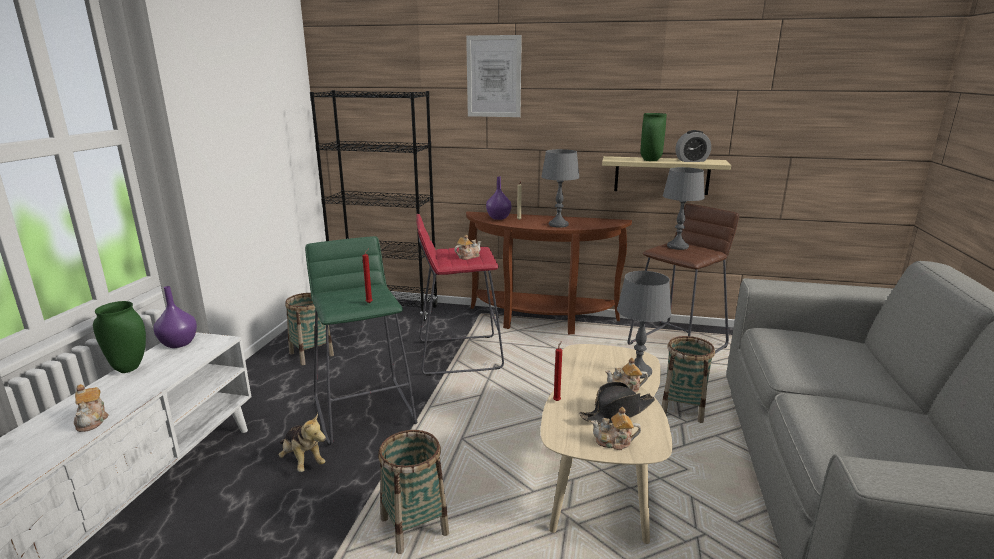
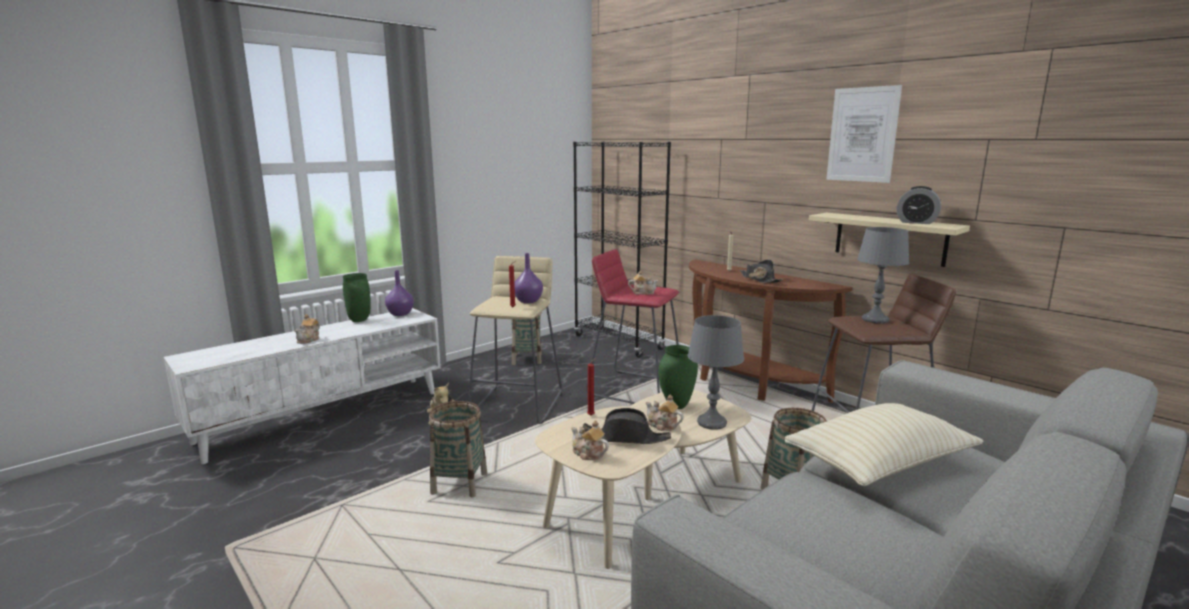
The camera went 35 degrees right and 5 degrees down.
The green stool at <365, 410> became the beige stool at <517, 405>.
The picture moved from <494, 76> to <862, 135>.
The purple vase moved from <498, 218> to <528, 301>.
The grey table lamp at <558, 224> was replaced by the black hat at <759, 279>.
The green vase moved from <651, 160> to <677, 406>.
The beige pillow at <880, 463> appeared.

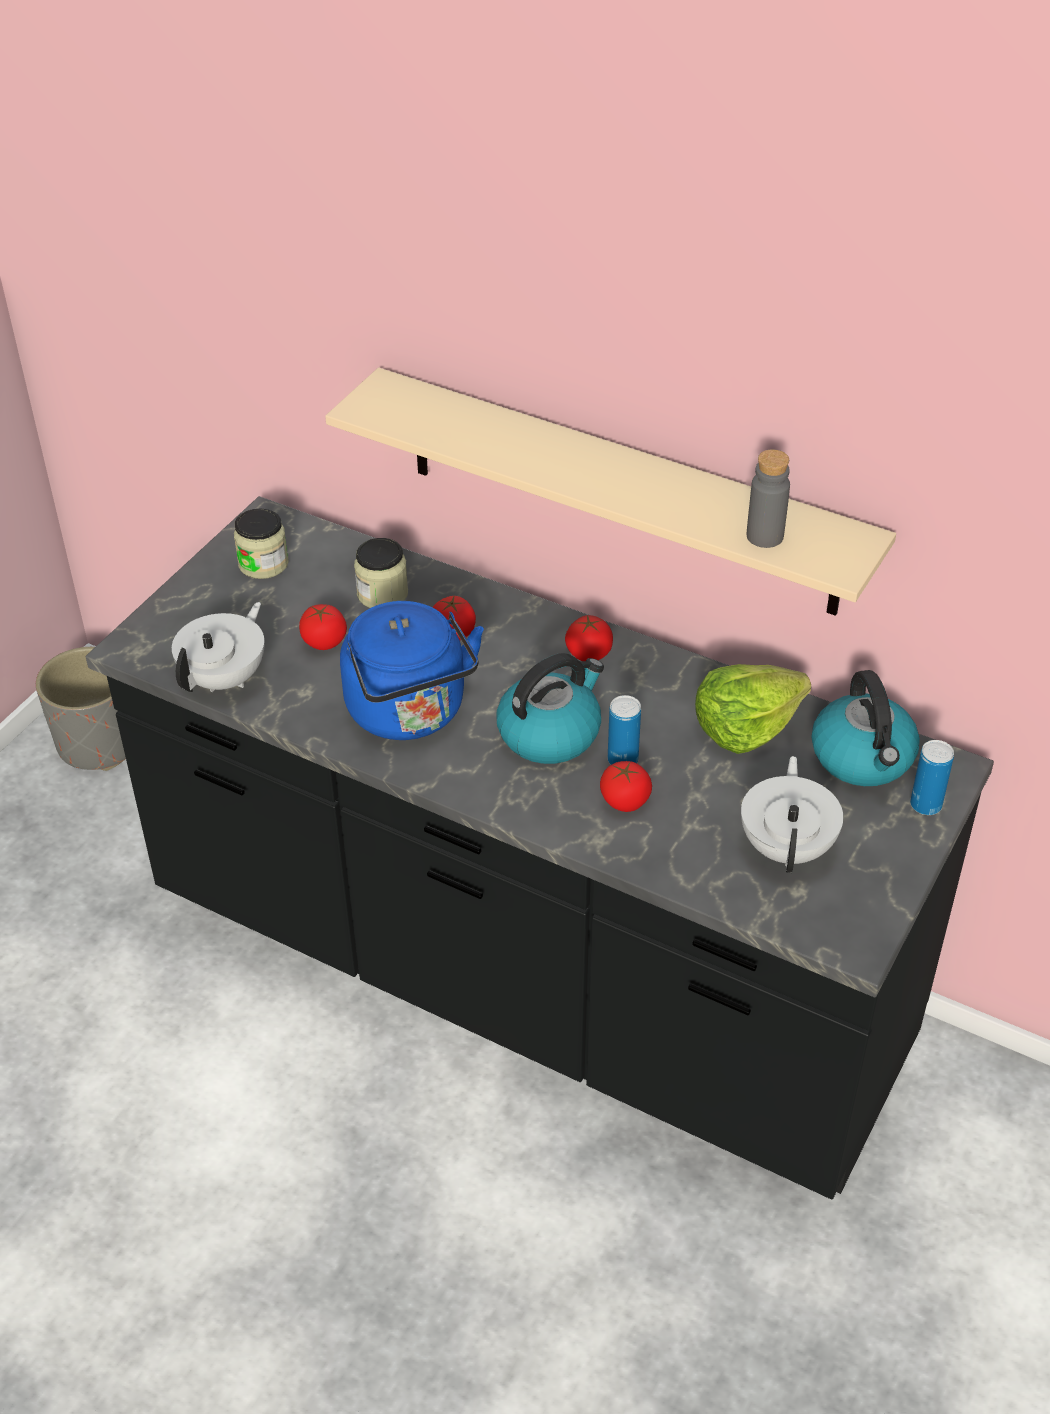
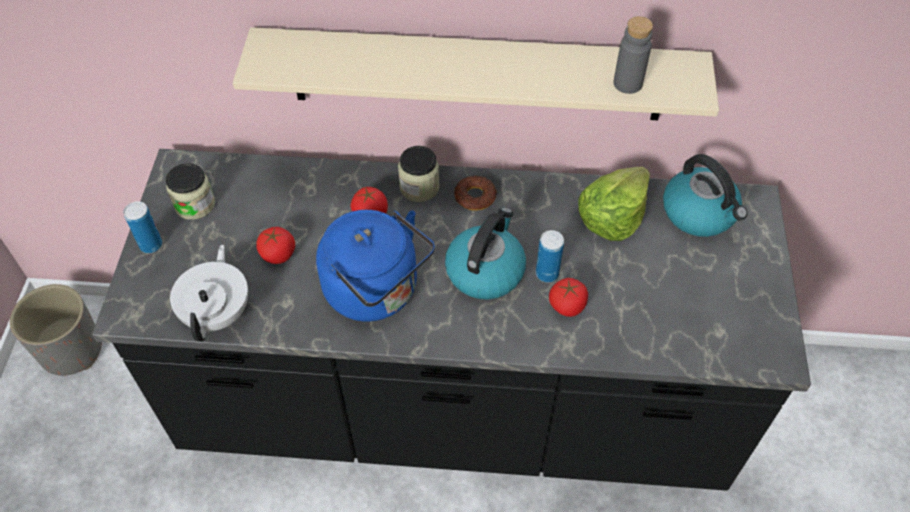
The camera went 25 degrees left and 10 degrees up.
The jar moved from <382, 594> to <419, 187>.
The tomato at <589, 653> was replaced by the donut at <475, 196>.
The white teapot at <788, 847> disappeared.
The can moved from <925, 805> to <151, 245>.

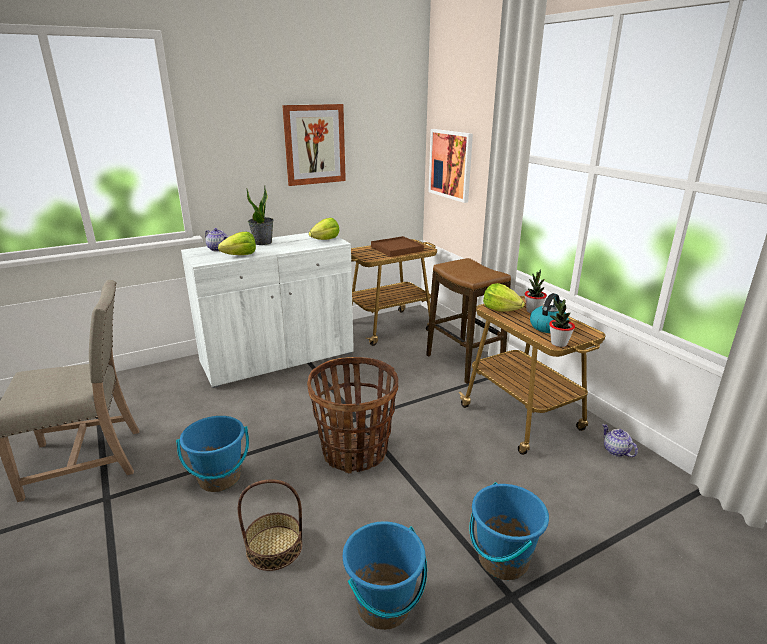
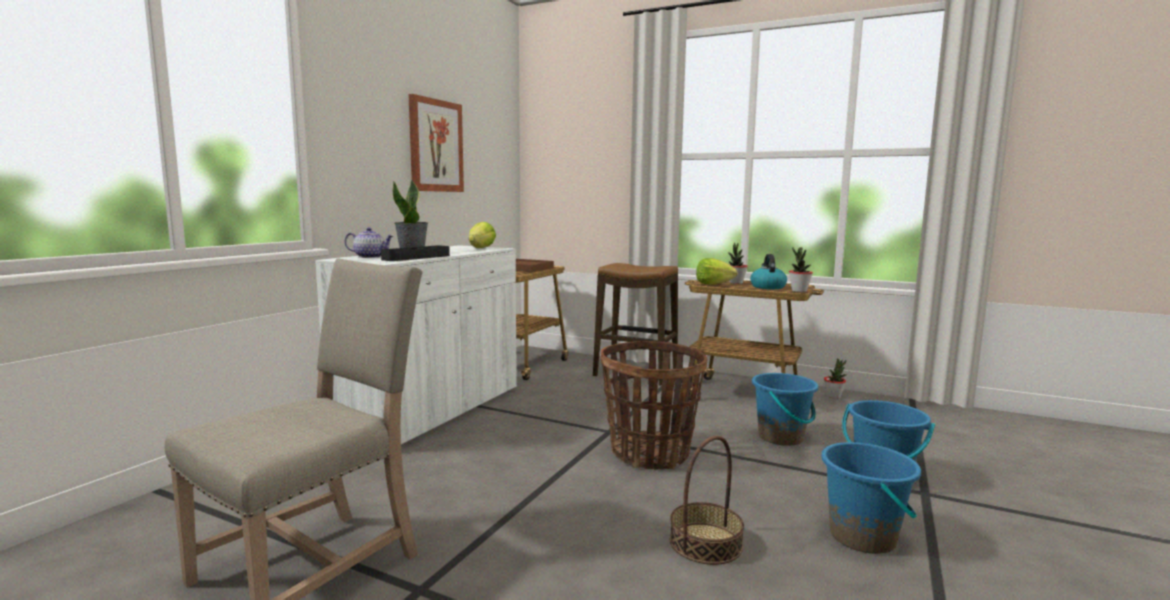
The camera went 35 degrees left and 15 degrees down.
The blue bucket moved from <219, 478> to <781, 437>.
The lettuce at <240, 255> was replaced by the black tray at <416, 257>.
The picture at <451, 164> disappeared.
The teapot at <615, 451> was replaced by the potted plant at <833, 396>.

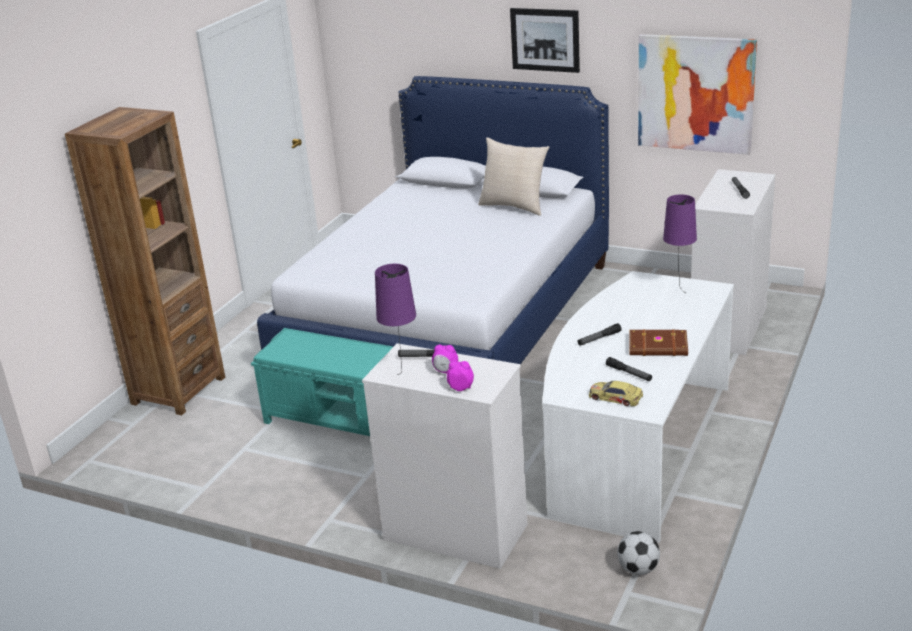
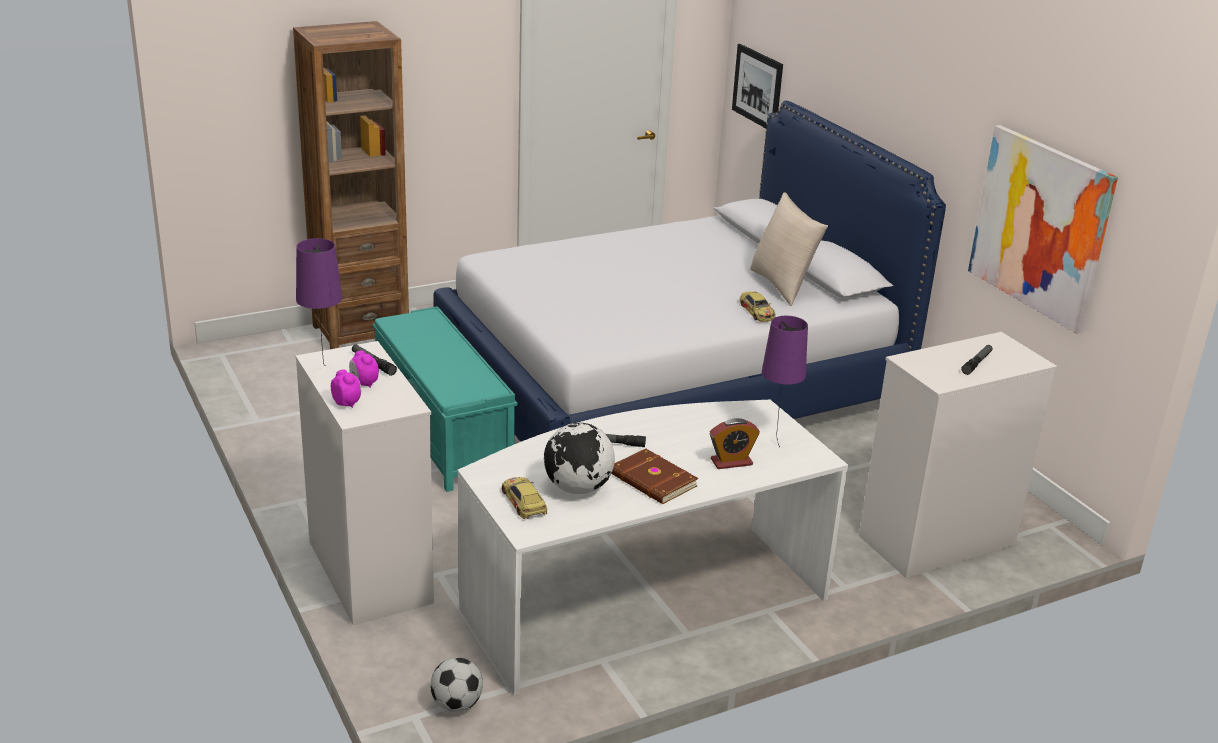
The camera went 35 degrees right and 0 degrees up.
The picture moved from <545, 40> to <757, 87>.
The flashlight at <629, 373> was replaced by the globe at <578, 488>.
The alarm clock at <731, 462> appeared.
The toy car at <757, 311> appeared.

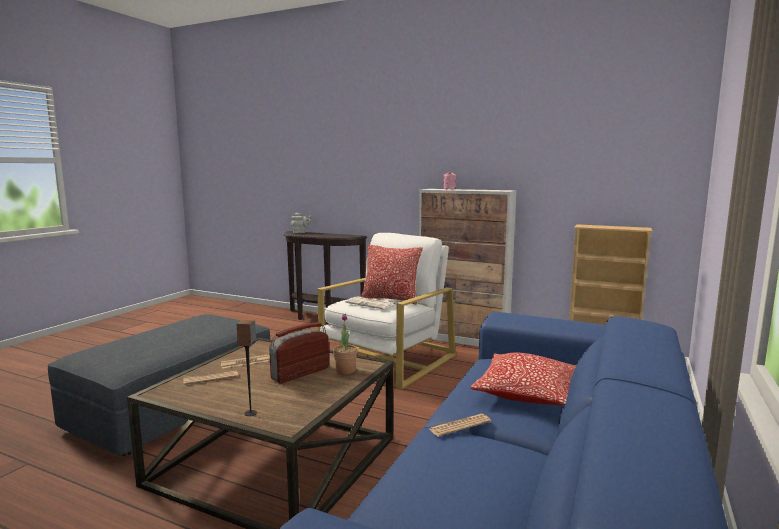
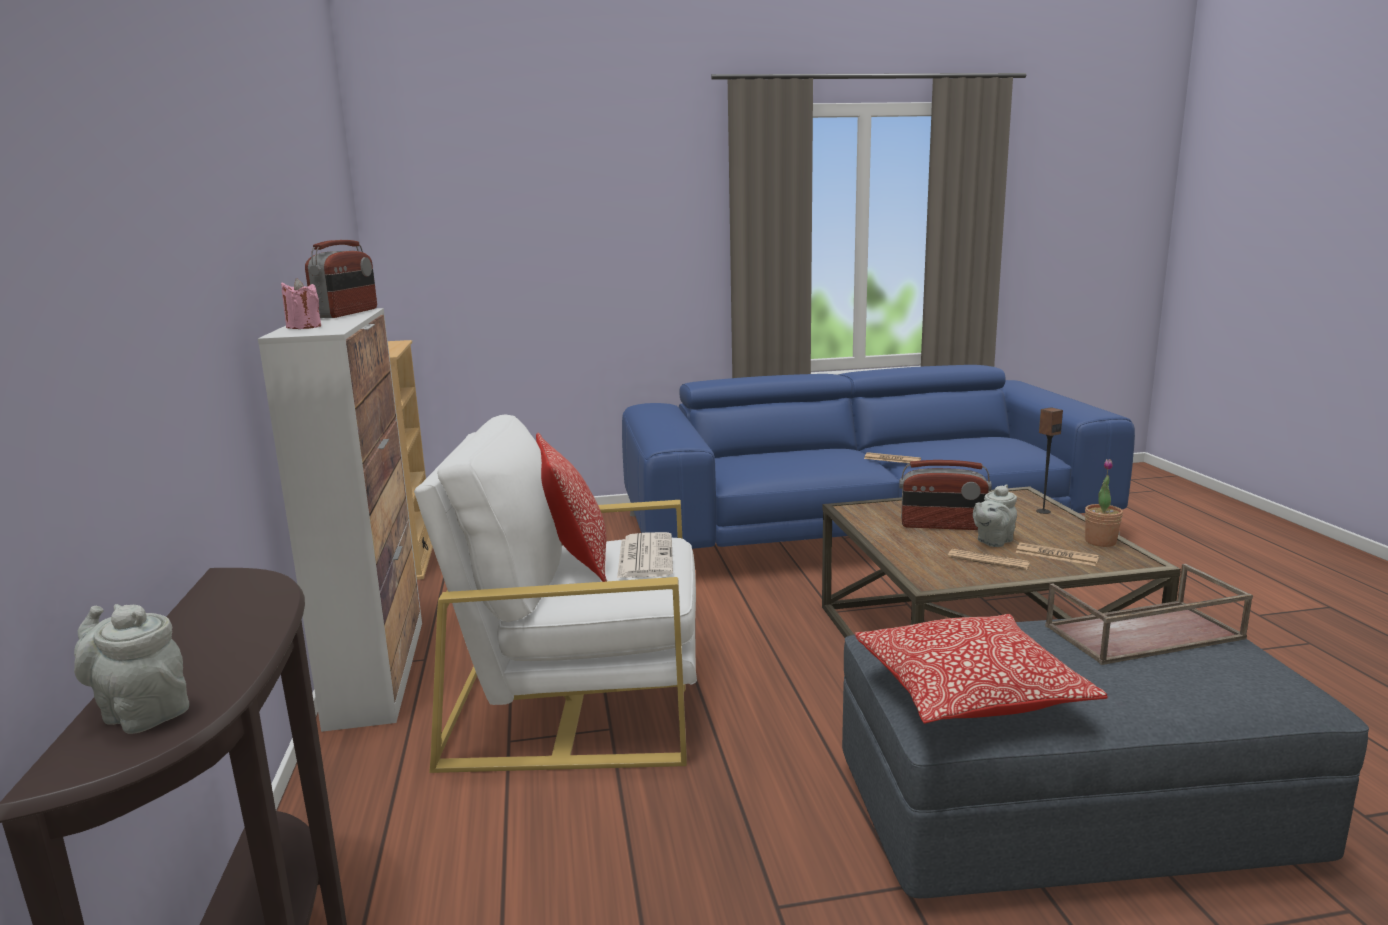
The camera went 125 degrees left and 5 degrees up.
The potted plant moved from <345, 370> to <1100, 542>.
The pillow moved from <527, 393> to <969, 692>.
The radio at <347, 313> appeared.
The grey teapot at <993, 541> appeared.
The brown tray at <1143, 633> appeared.

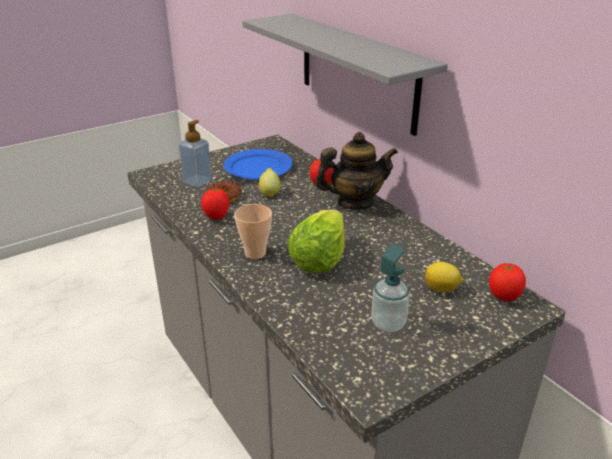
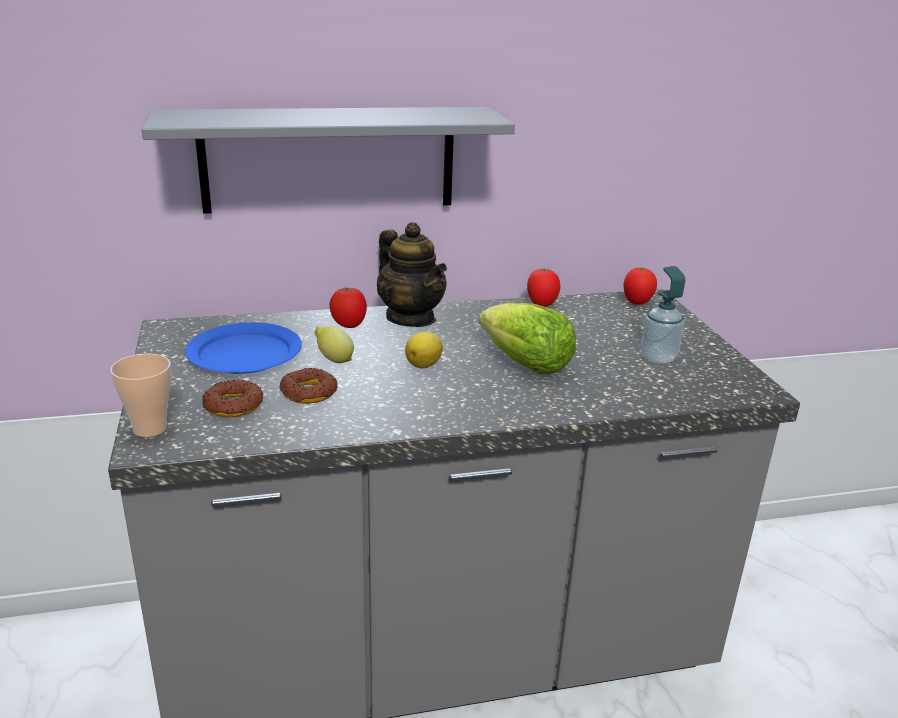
The camera went 70 degrees left and 5 degrees down.
The soap dispenser at <197, 181> was replaced by the donut at <233, 405>.
The tomato moved from <217, 217> to <542, 305>.
The cup moved from <255, 253> to <150, 429>.
The teapot at <355, 202> turned 135 degrees clockwise.
The lemon moved from <441, 289> to <424, 365>.

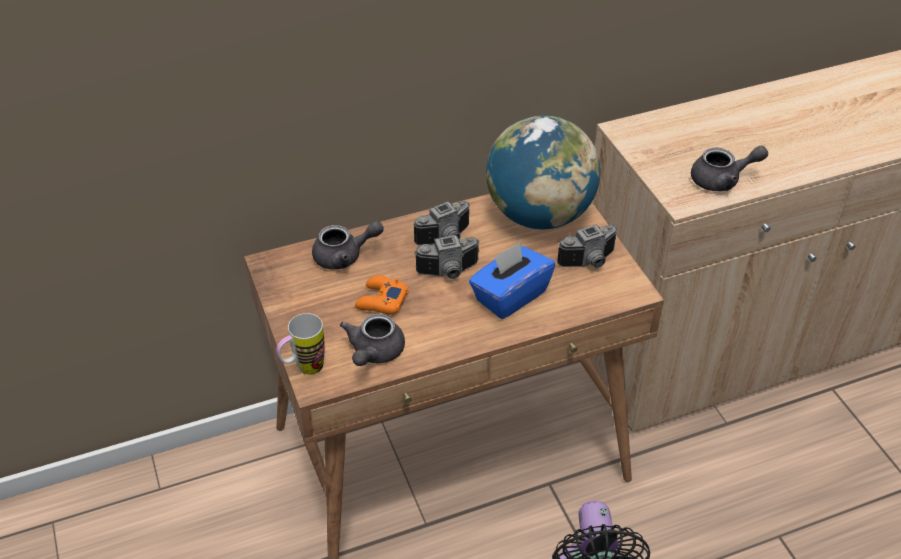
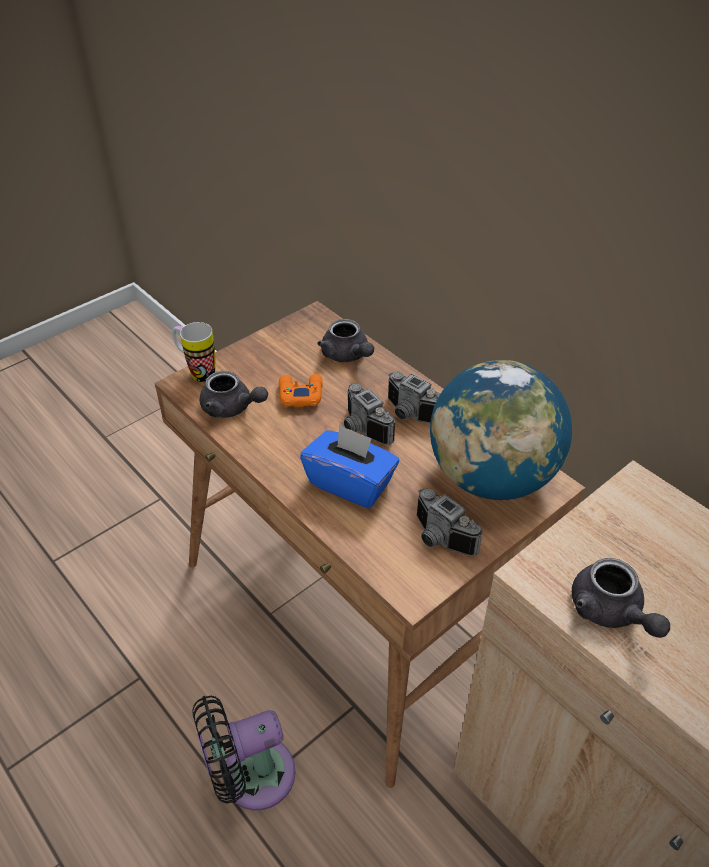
The camera went 70 degrees right and 0 degrees up.
The grey teapot at <374, 353> turned 150 degrees counterclockwise.

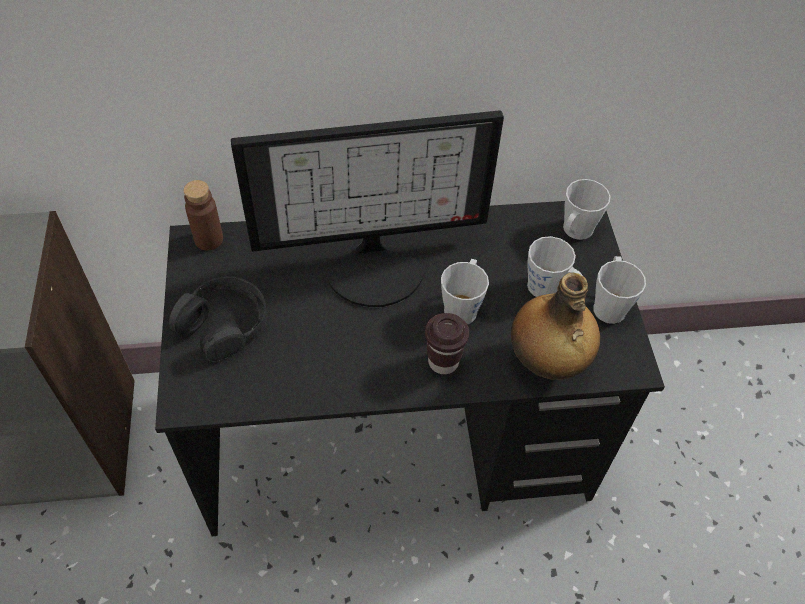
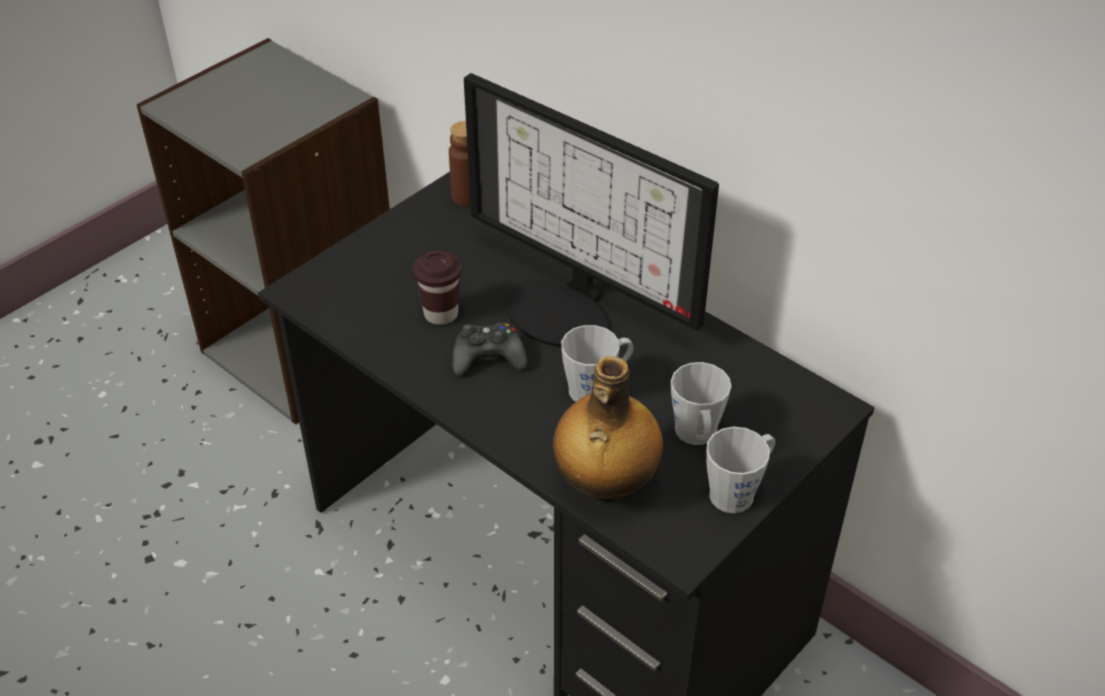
The camera went 50 degrees right and 10 degrees down.
The black headphones at <224, 324> disappeared.
The brown cup moved from <443, 362> to <441, 314>.
The grey mug at <575, 232> disappeared.
The black game controller at <488, 357> appeared.

